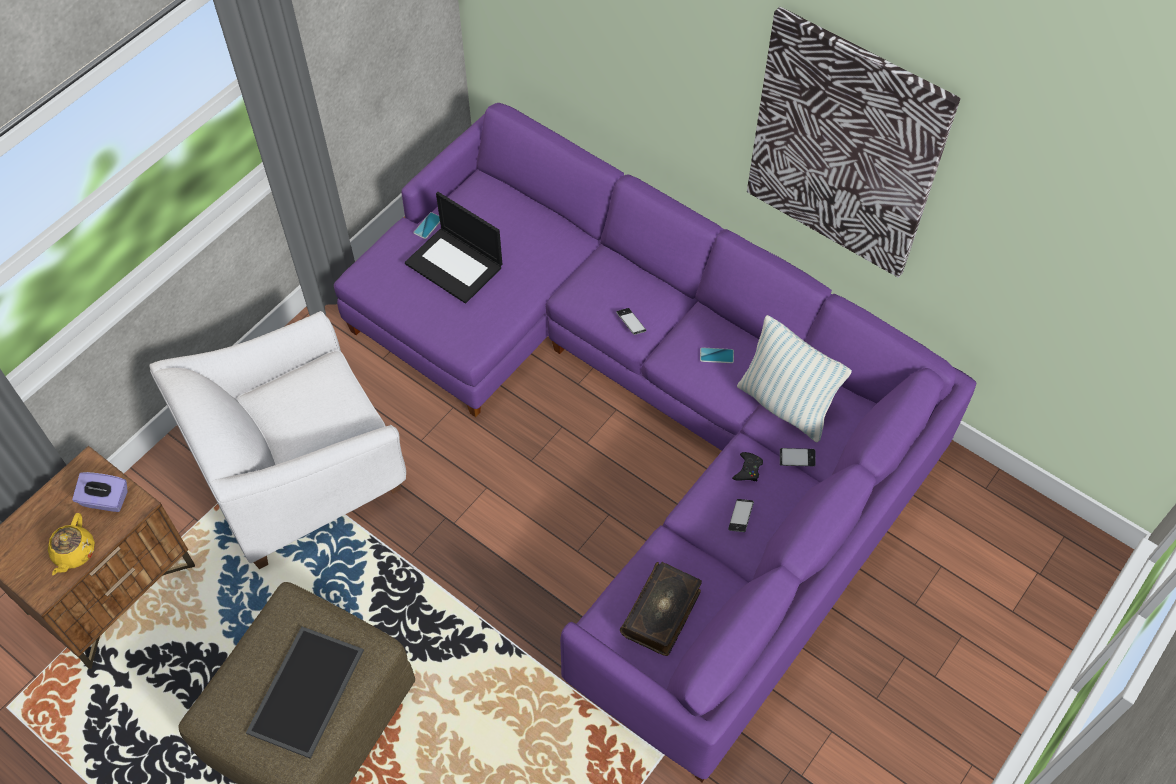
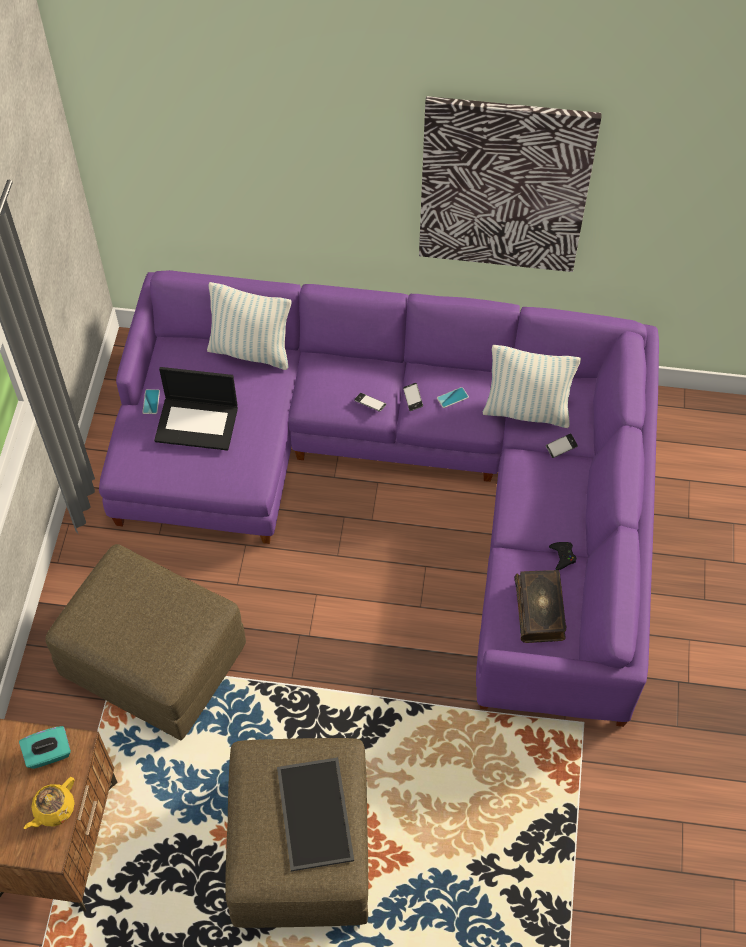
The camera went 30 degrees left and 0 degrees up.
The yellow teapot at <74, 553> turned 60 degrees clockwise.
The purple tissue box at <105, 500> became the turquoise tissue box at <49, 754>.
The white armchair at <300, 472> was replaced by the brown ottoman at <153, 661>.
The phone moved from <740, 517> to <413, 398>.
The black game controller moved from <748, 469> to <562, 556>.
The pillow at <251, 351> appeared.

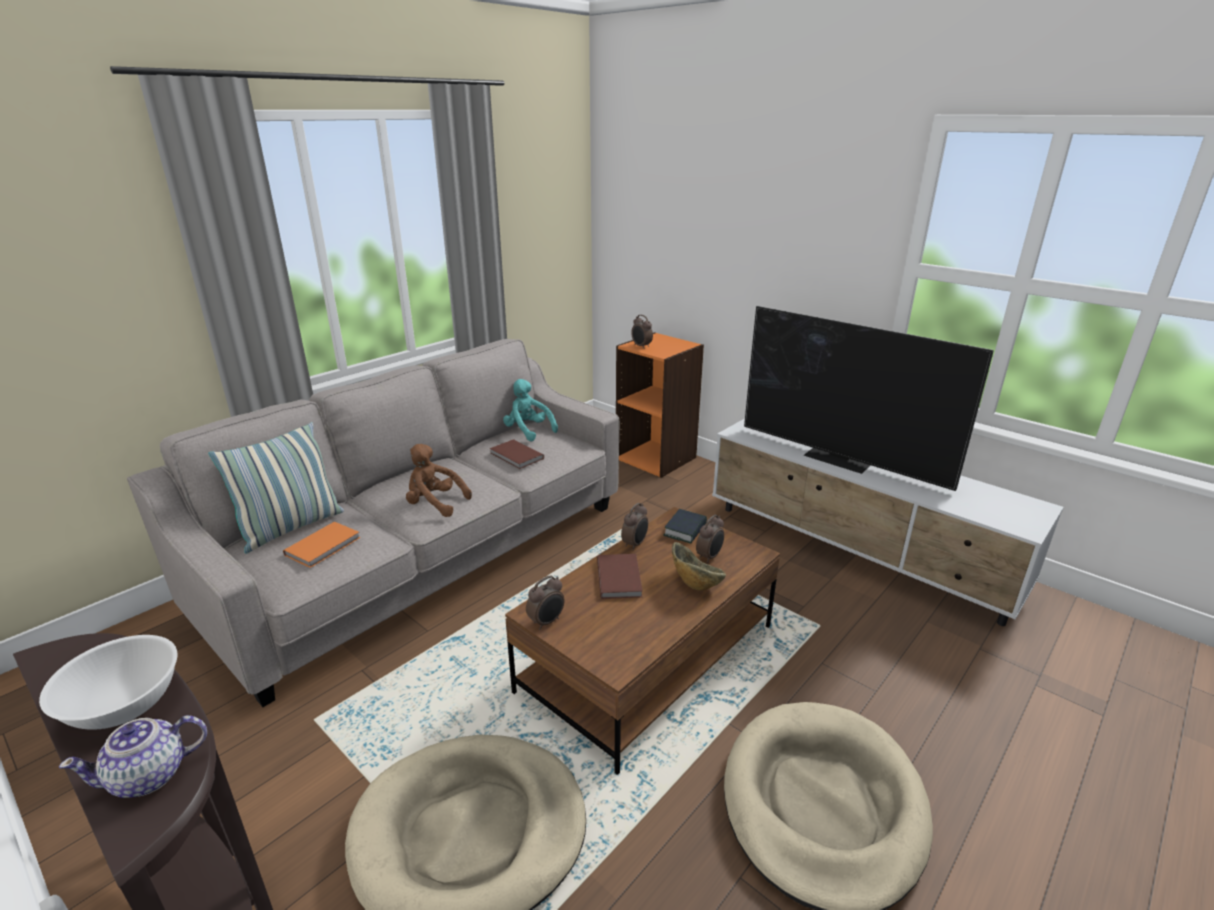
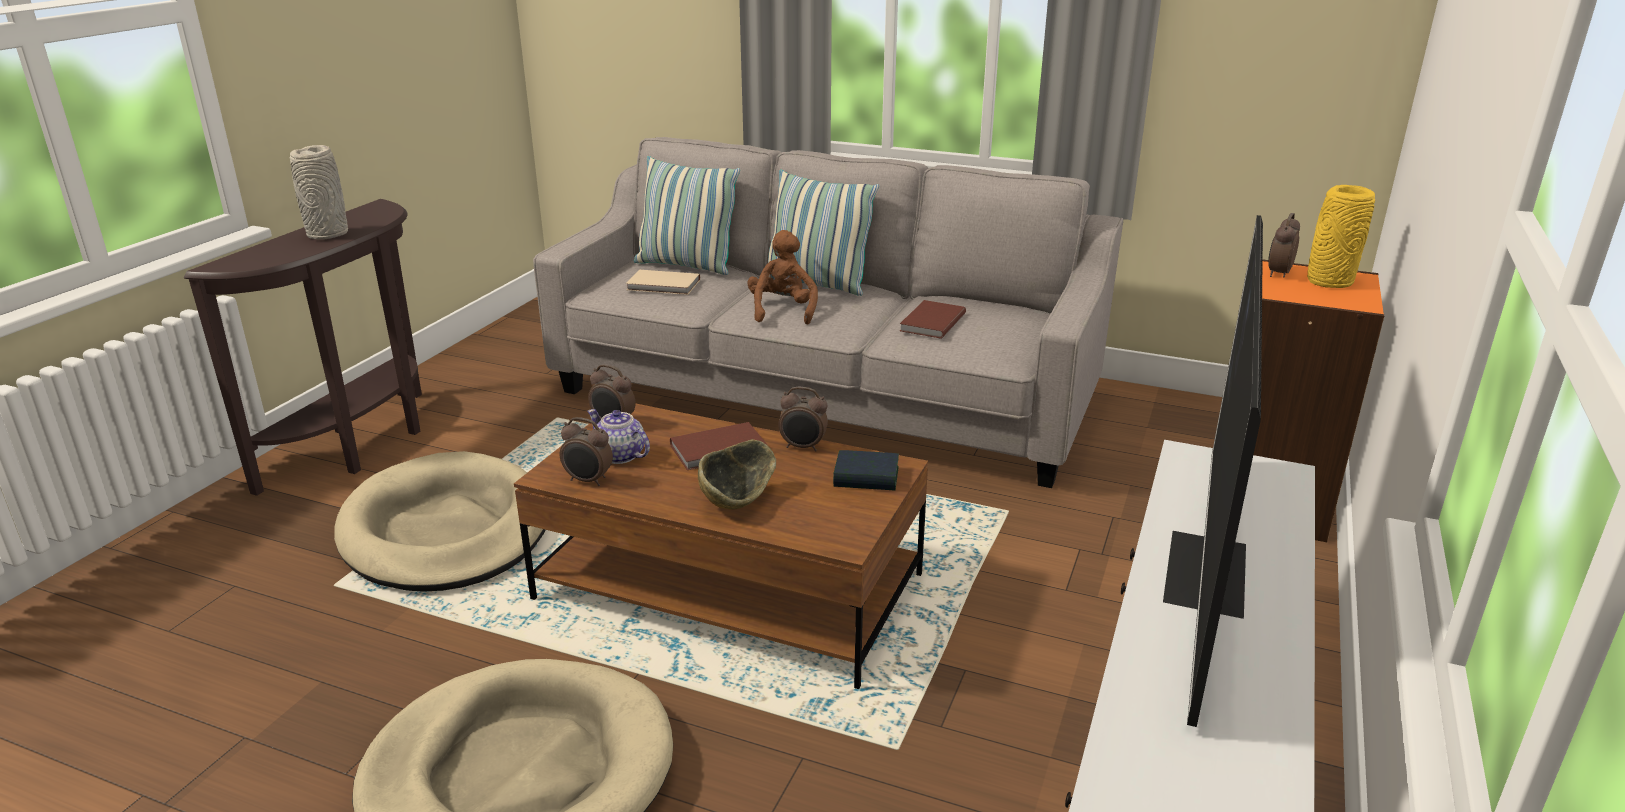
The camera went 70 degrees right and 0 degrees up.
The white bowl at <123, 705> was replaced by the grey vase at <327, 234>.
The teapot moved from <150, 776> to <620, 456>.
The orange book at <324, 546> became the beige book at <664, 285>.
The turquoise plush toy at <528, 431> disappeared.
The alarm clock moved from <709, 557> to <588, 481>.
The pillow at <817, 284> appeared.
The yellow vase at <1328, 281> appeared.

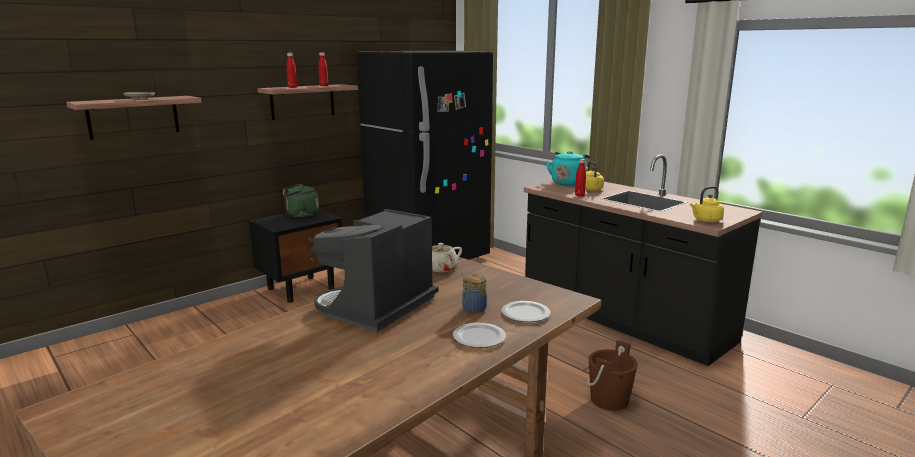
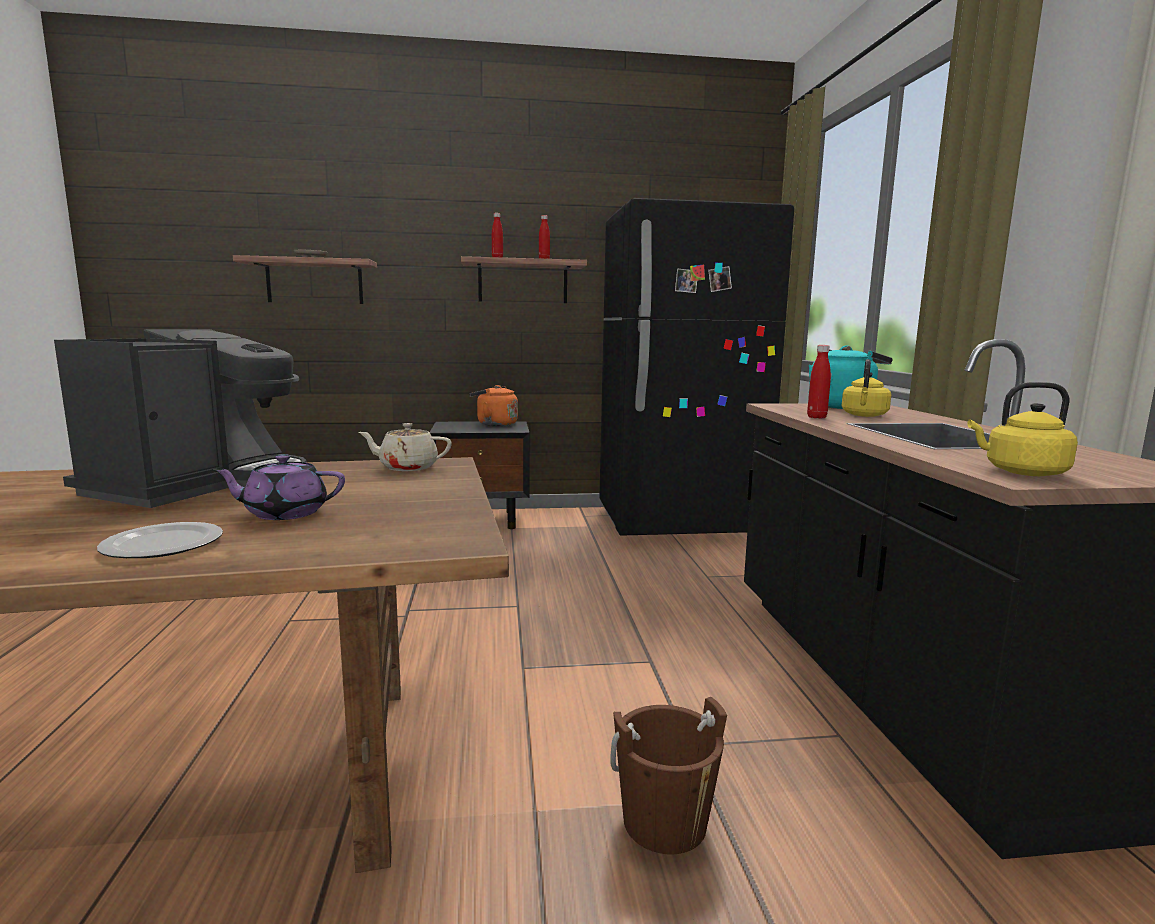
The camera went 35 degrees right and 5 degrees down.
The green kettle at <300, 214> became the orange kettle at <494, 424>.
The coffee machine at <377, 307> turned 135 degrees clockwise.
The jar at <473, 309> was replaced by the purple teapot at <285, 513>.
The plate at <526, 314> disappeared.

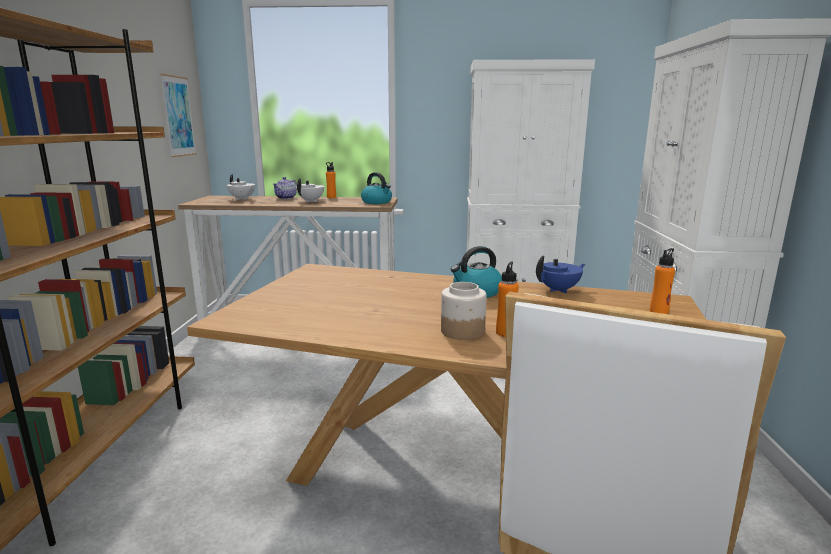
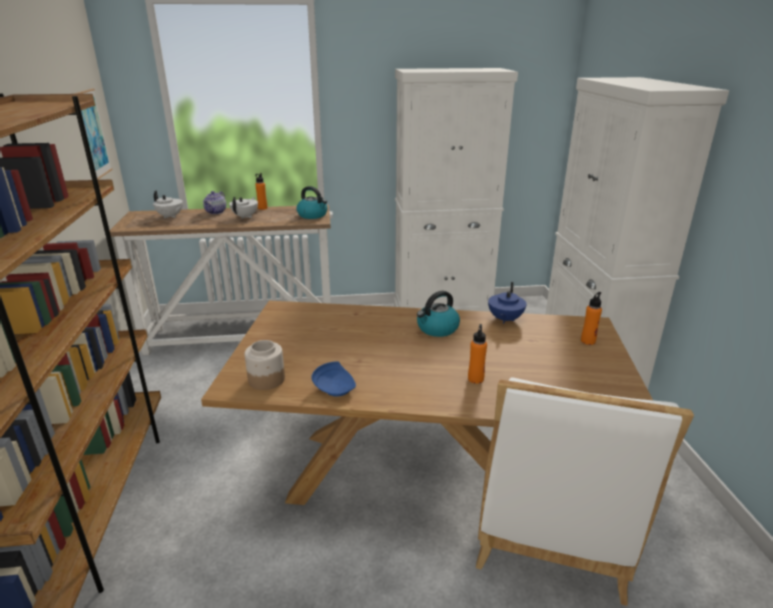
The camera went 10 degrees left and 10 degrees up.
The jar moved from <462, 331> to <266, 379>.
The blue teapot at <559, 290> turned 150 degrees clockwise.
The blue plate at <335, 387> appeared.

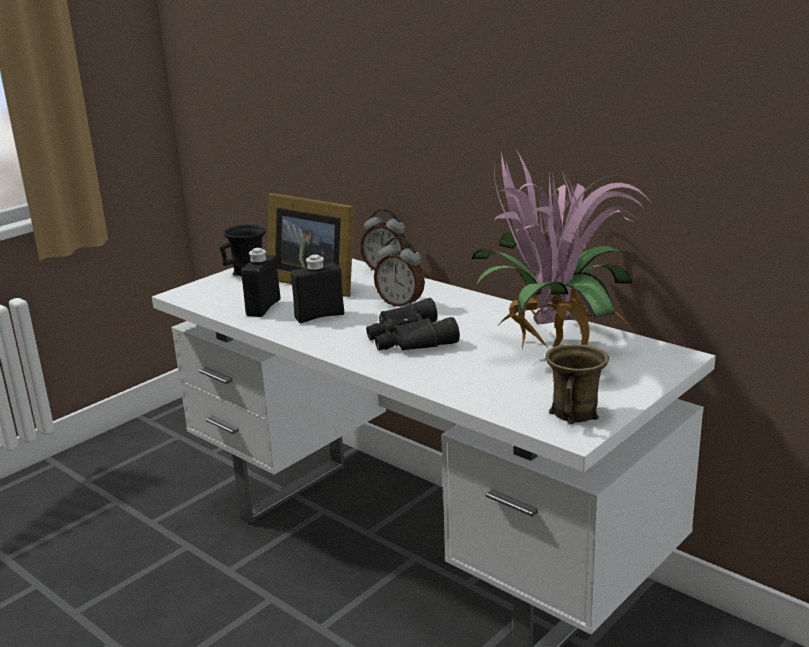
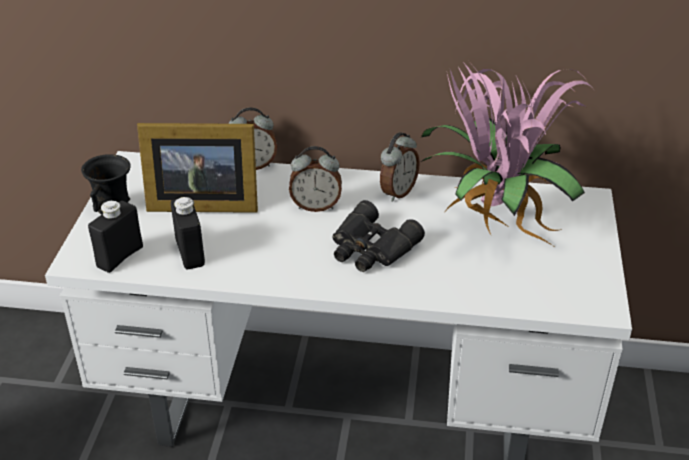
The camera went 35 degrees left and 15 degrees up.
The black bottle moved from <319, 316> to <120, 257>.
The brown mug at <575, 413> disappeared.
The alarm clock at <397, 192> appeared.

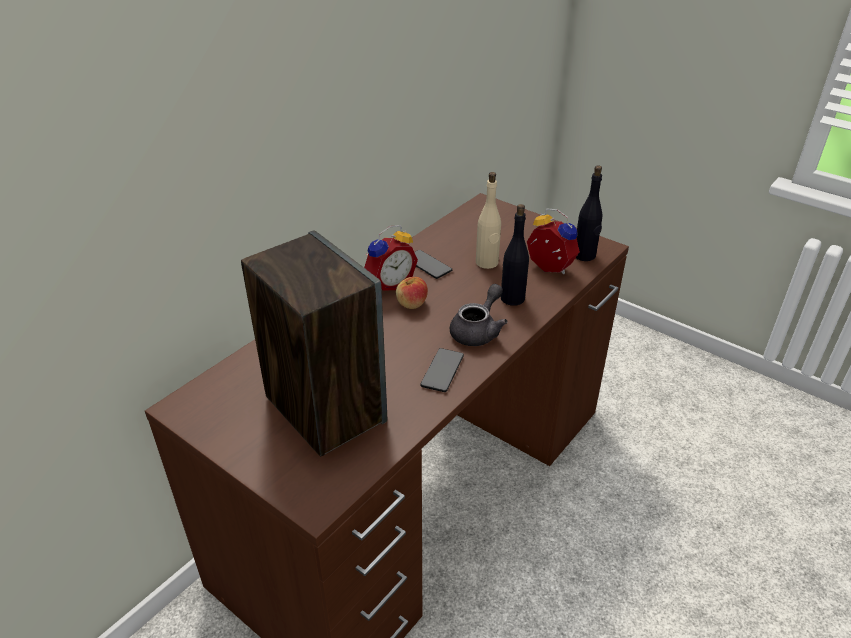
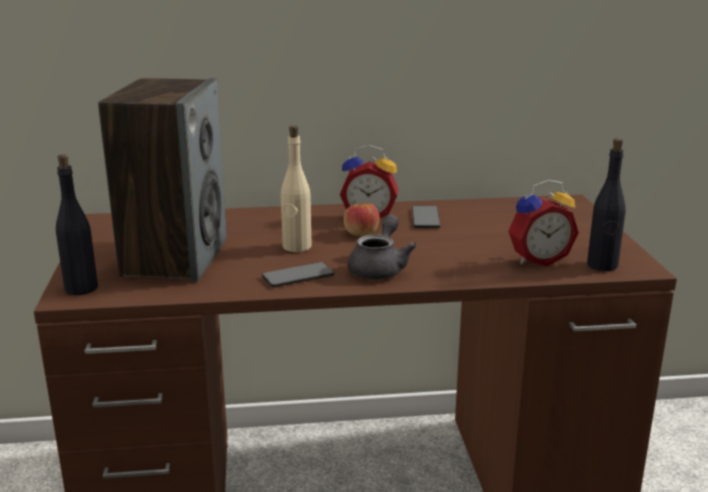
The camera went 45 degrees right and 15 degrees down.
The grey teapot at <478, 331> turned 60 degrees counterclockwise.
The beige bottle moved from <487, 263> to <296, 247>.
The black bottle moved from <512, 298> to <81, 288>.
The alarm clock at <548, 269> turned 75 degrees clockwise.

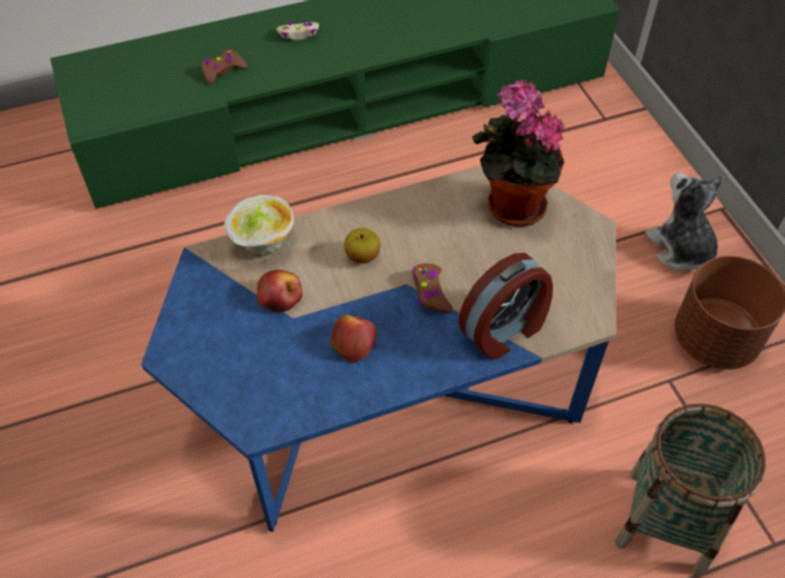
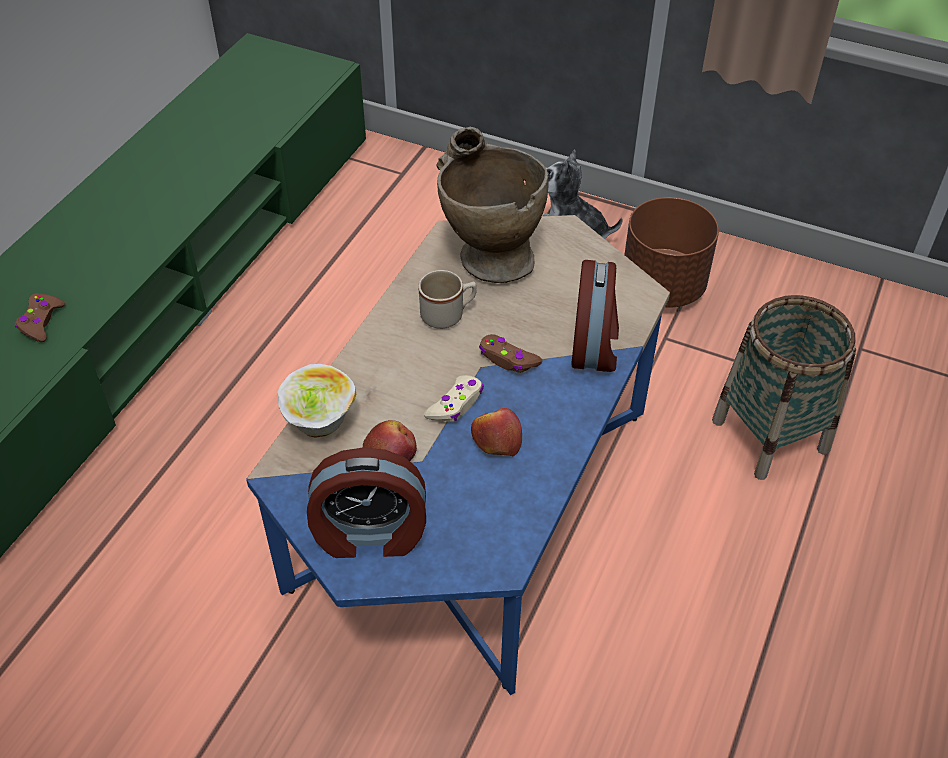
The camera went 45 degrees left and 5 degrees down.
The beige game controller moved from <299, 34> to <456, 404>.
The apple at <362, 256> disappeared.
The potted plant at <510, 206> was replaced by the beige vase at <486, 254>.
The alarm clock at <370, 535> appeared.
The beige mug at <448, 315> appeared.

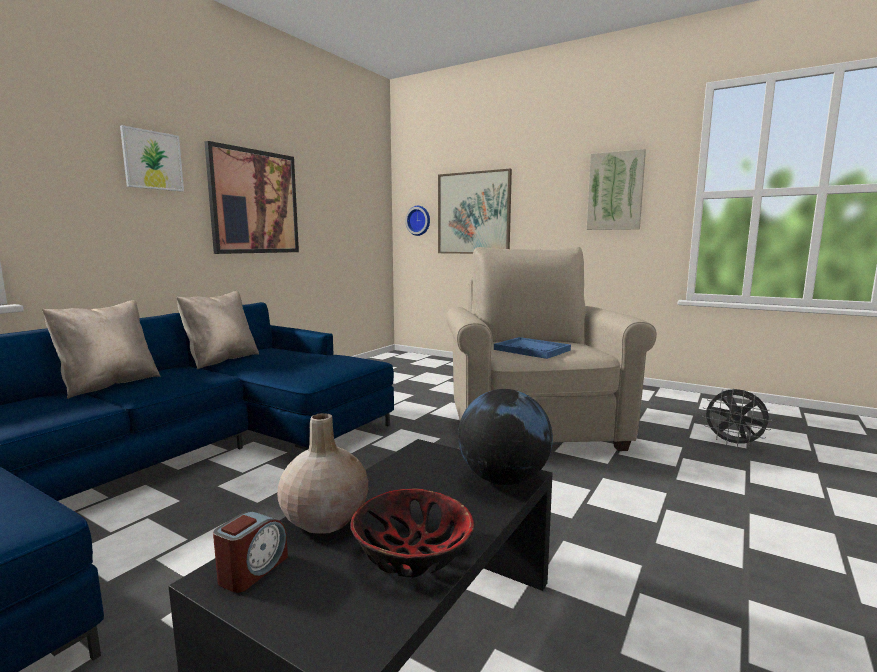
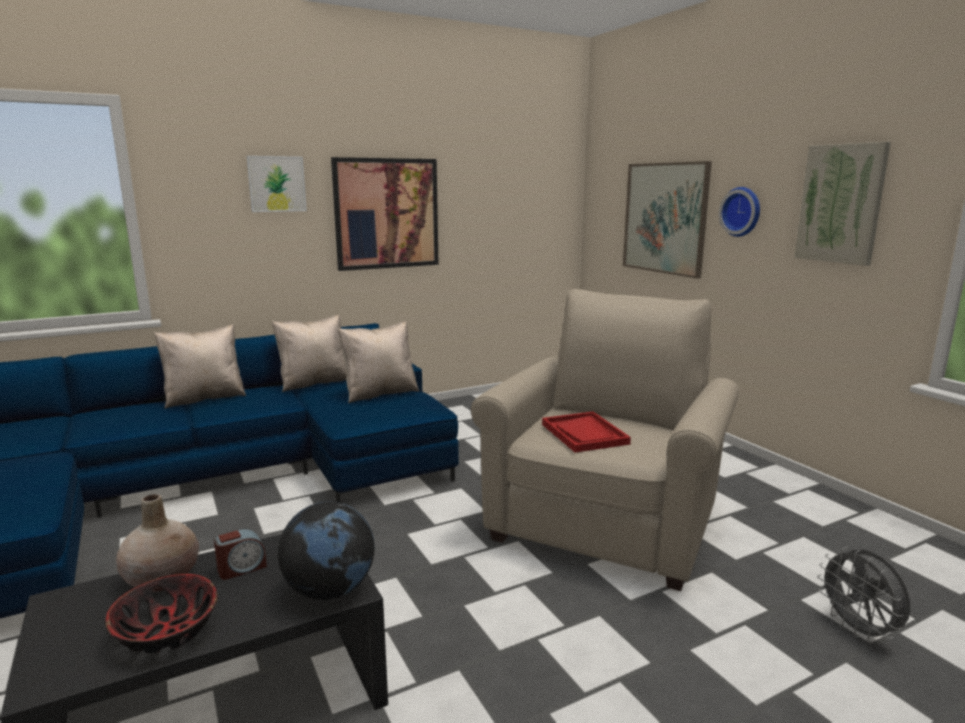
The camera went 30 degrees right and 5 degrees up.
The alarm clock moved from <252, 570> to <242, 568>.
The wall clock moved from <419, 220> to <742, 211>.
The blue tray at <532, 350> became the red tray at <584, 434>.
The beige pillow at <380, 393> appeared.

